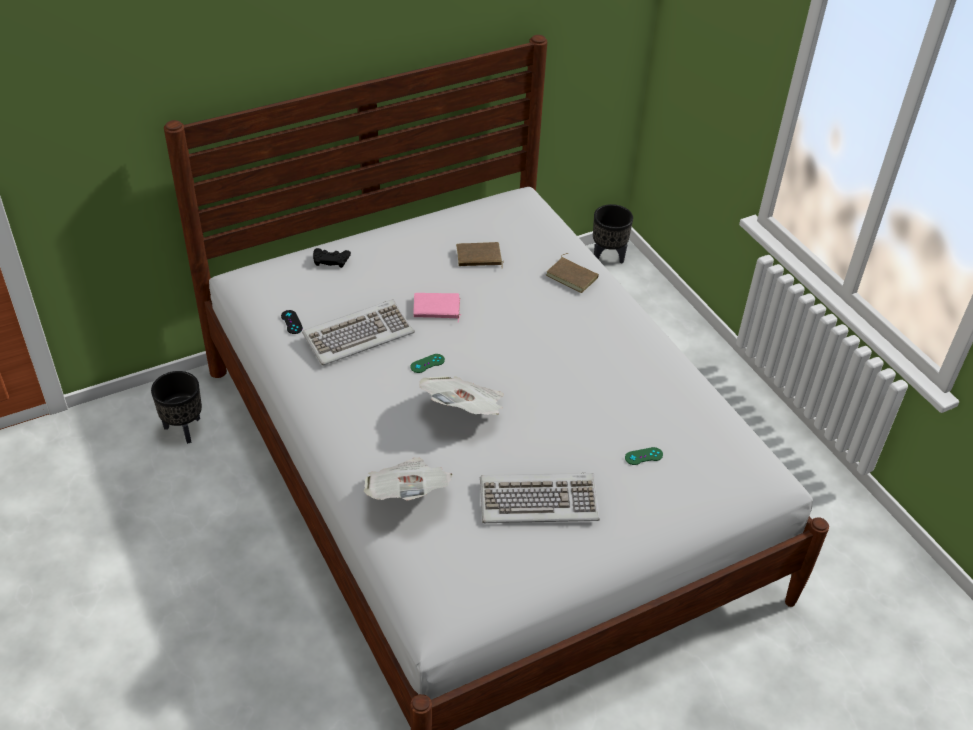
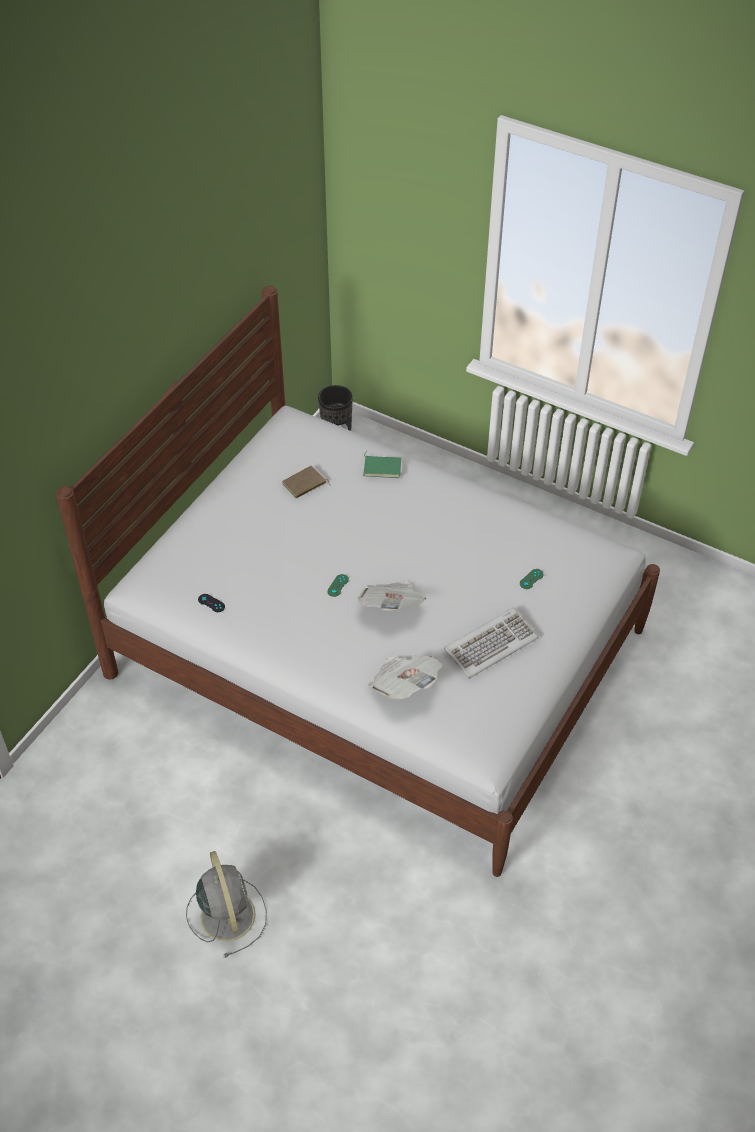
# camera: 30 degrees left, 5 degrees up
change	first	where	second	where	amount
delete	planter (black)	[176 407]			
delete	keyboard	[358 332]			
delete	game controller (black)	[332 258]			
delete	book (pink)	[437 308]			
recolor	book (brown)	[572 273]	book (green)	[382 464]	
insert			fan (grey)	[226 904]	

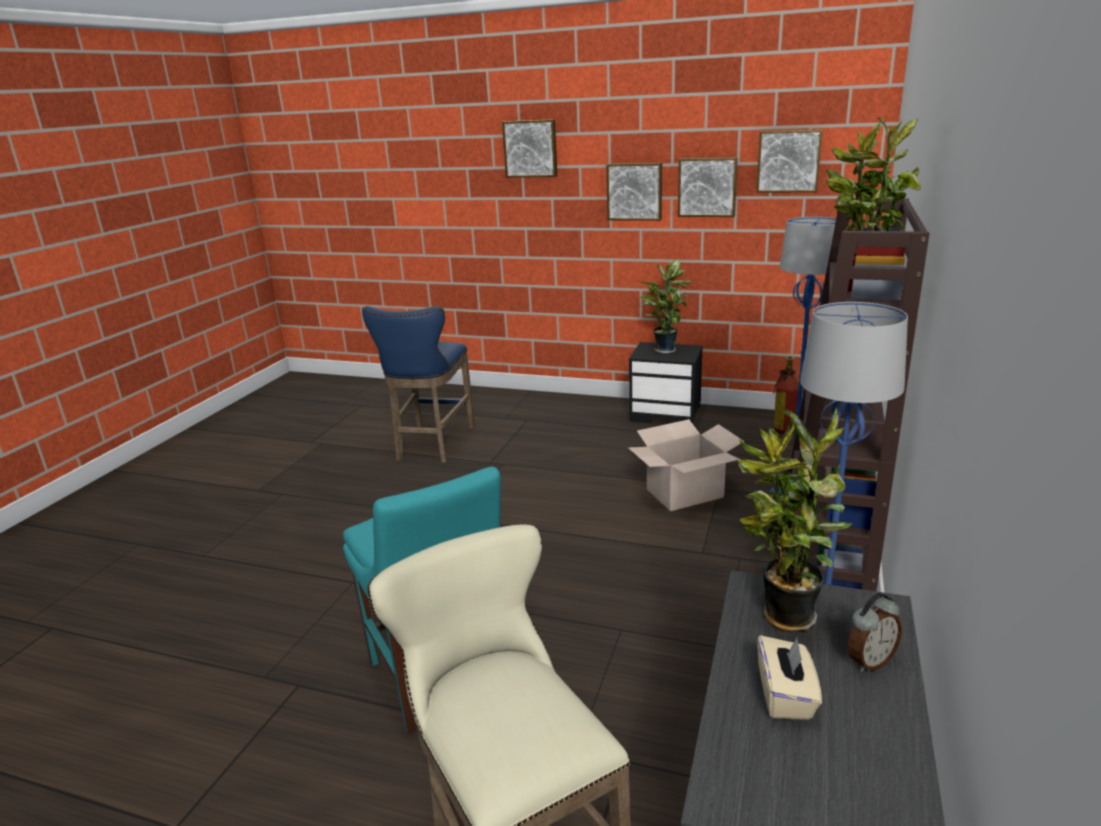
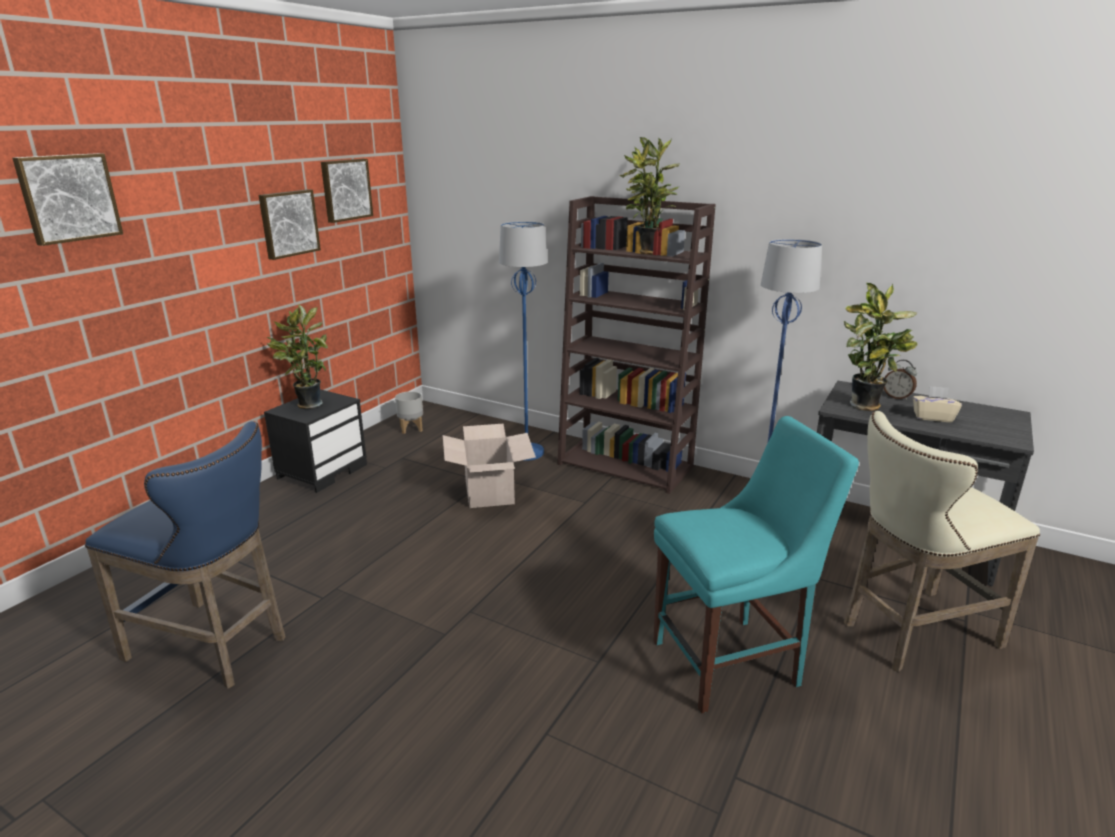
# camera: 80 degrees left, 0 degrees up
change	first	where	second	where	amount
delete	picture	[634 192]			
replace	fire extinguisher	[786 395]	planter (grey)	[409 412]	
rotate	alarm clock	[875 632]		[900 380]	150 degrees clockwise

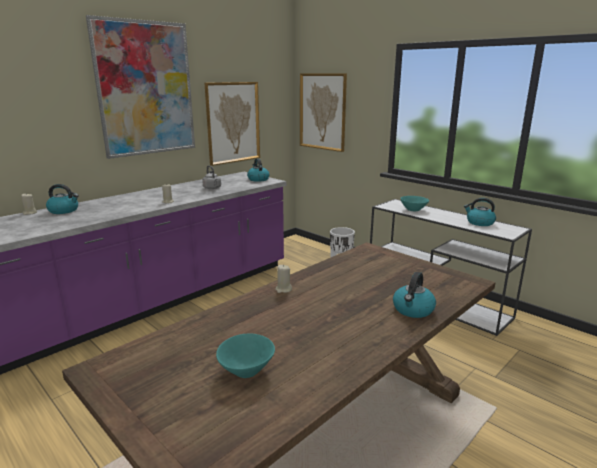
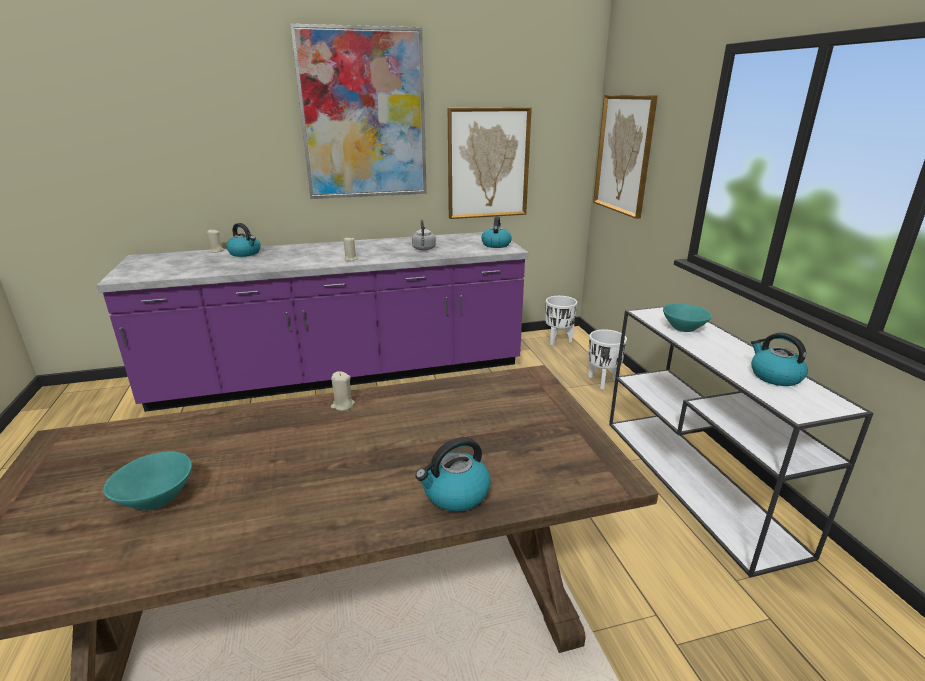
# camera: 30 degrees right, 5 degrees up
change	first	where	second	where	amount
insert			planter (white)	[561 320]	

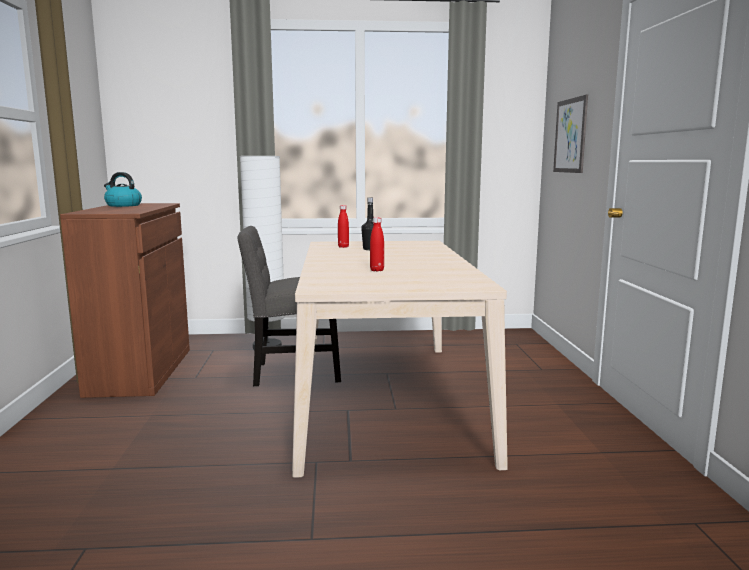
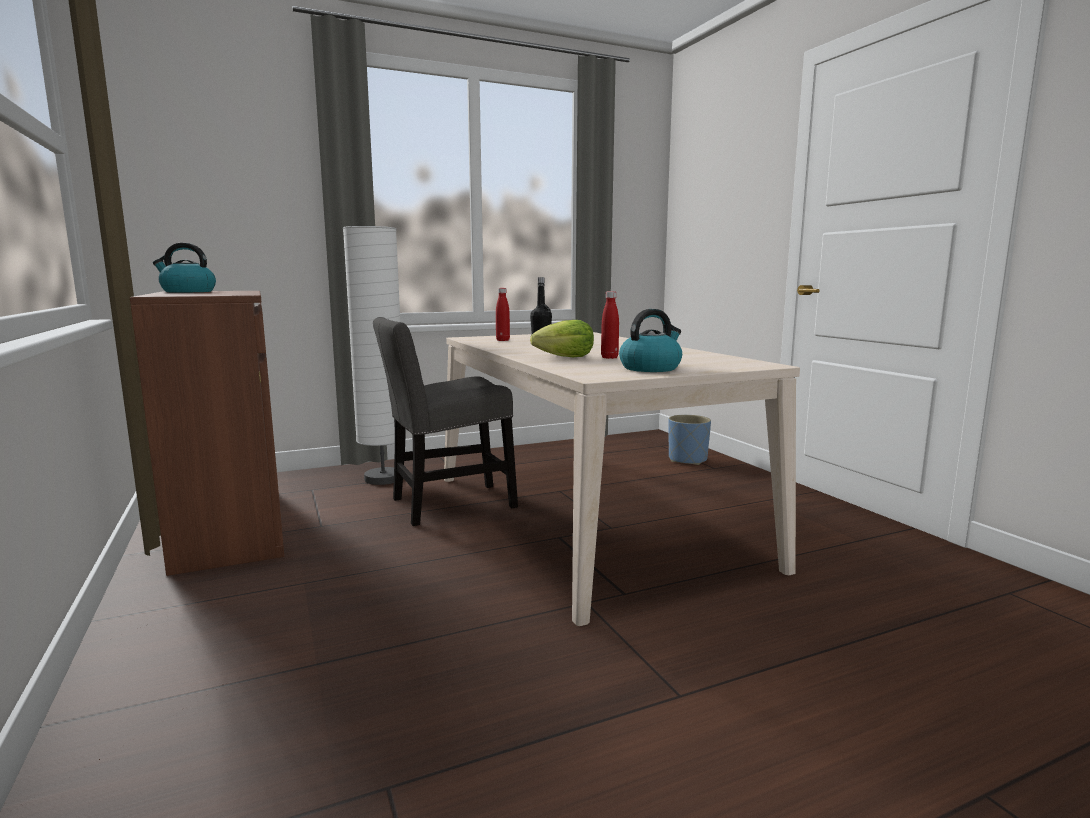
# camera: 20 degrees left, 0 degrees up
change	first	where	second	where	amount
delete	picture	[570 134]			
insert			lettuce	[562 338]	
insert			kettle	[650 340]	
insert			planter (blue)	[689 440]	

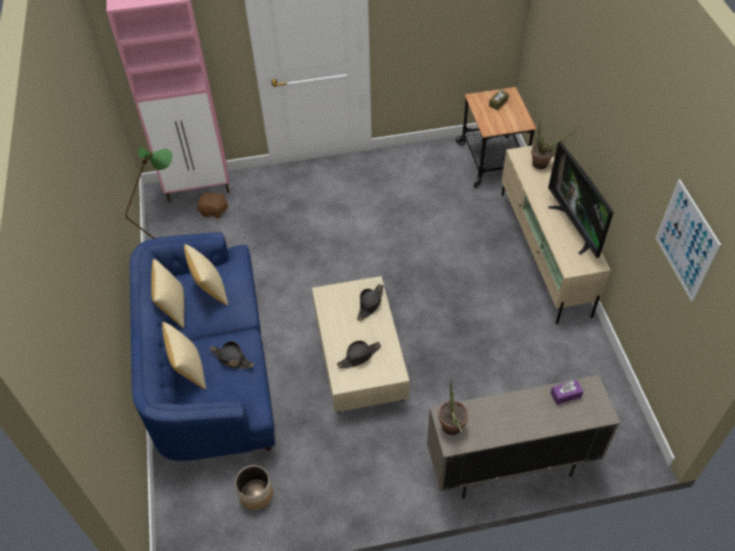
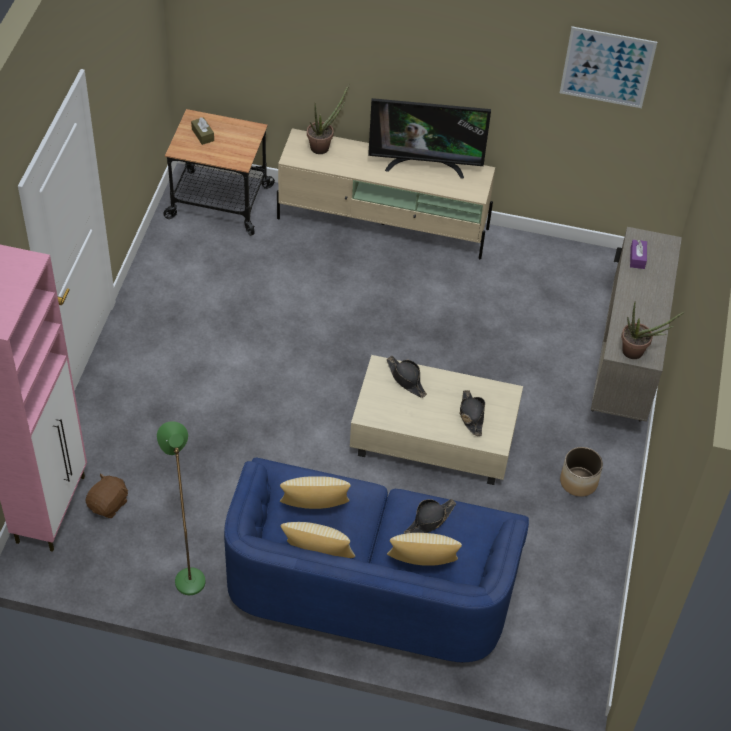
# camera: 70 degrees left, 0 degrees up
change	first	where	second	where	amount
move	planter	[254 487]		[581 472]	

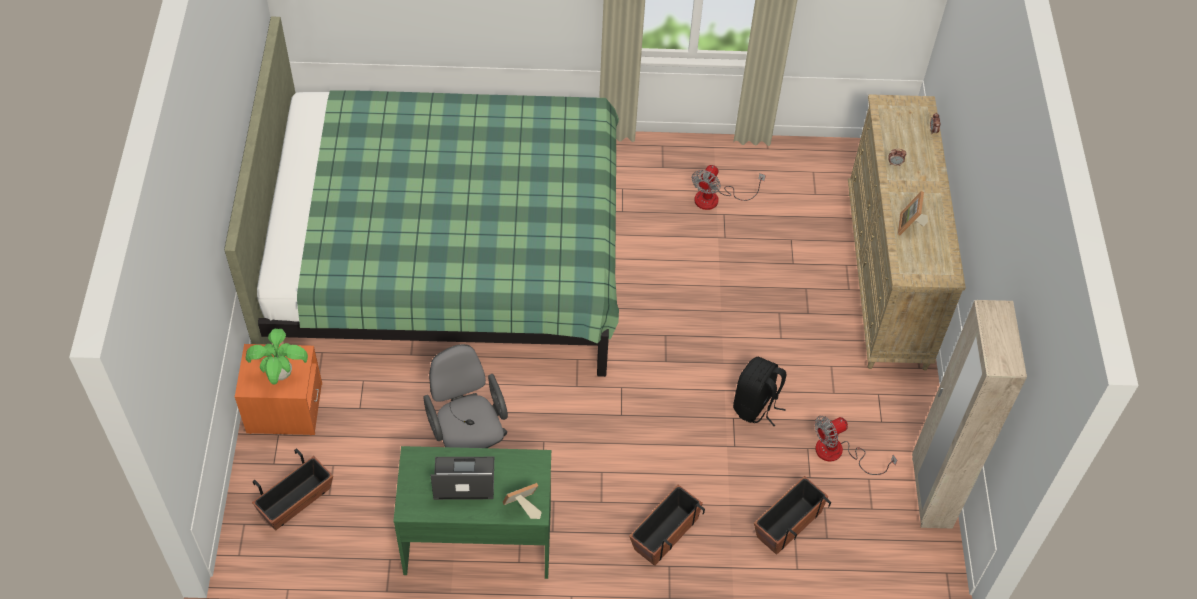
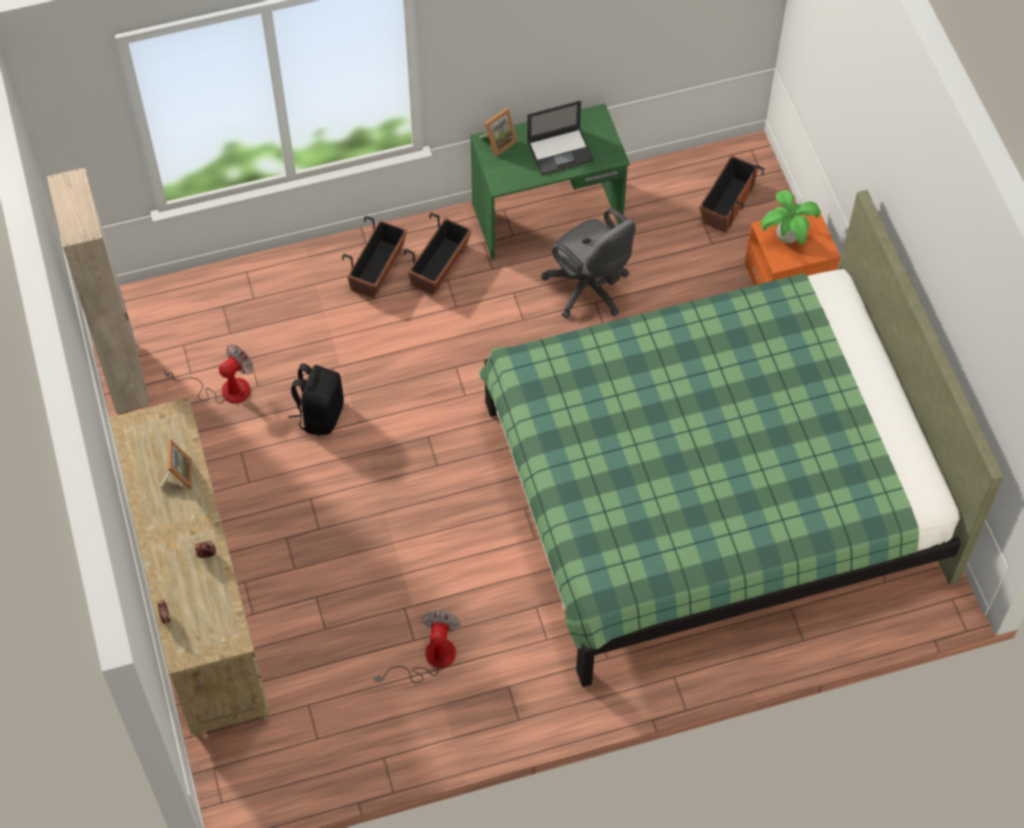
# camera: 165 degrees right, 5 degrees up
change	first	where	second	where	amount
move	planter	[792 515]		[438 253]	

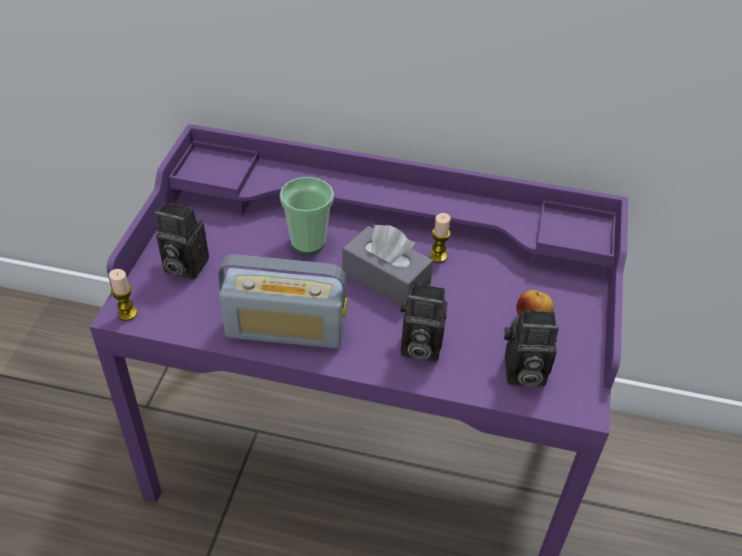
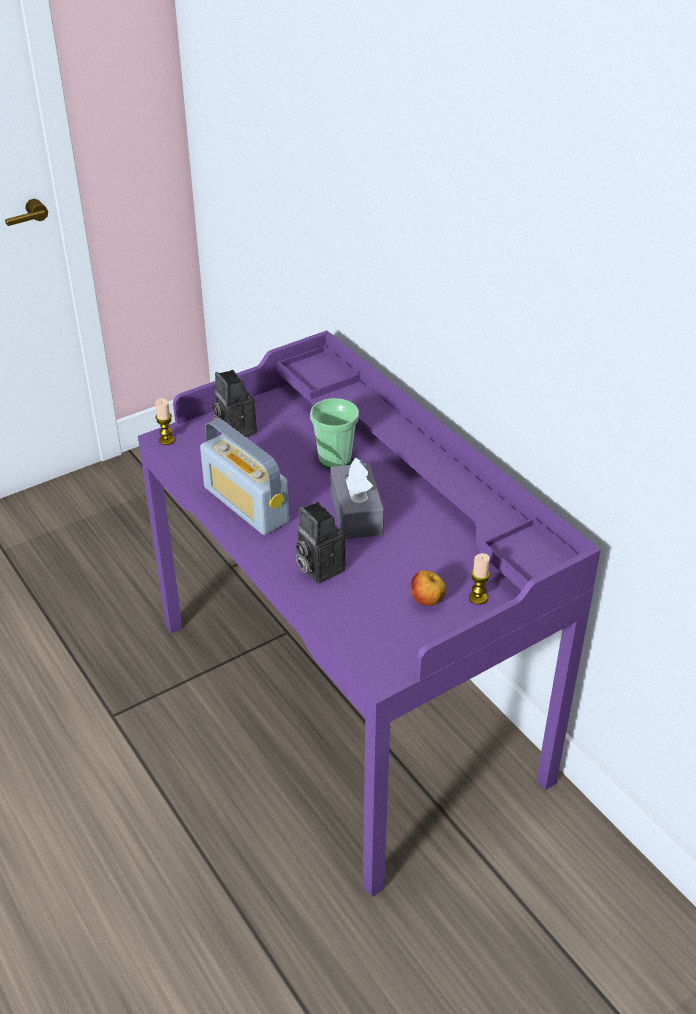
# camera: 45 degrees right, 5 degrees down
change	first	where	second	where	amount
move	candle	[440 238]		[479 579]	
delete	photo camera	[531 348]			

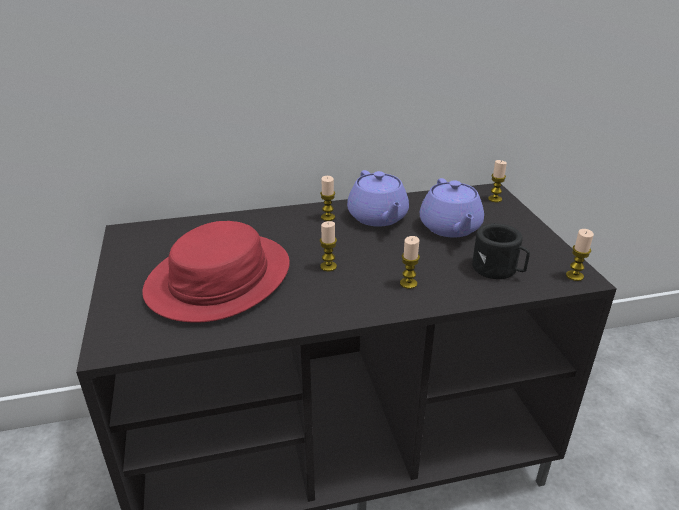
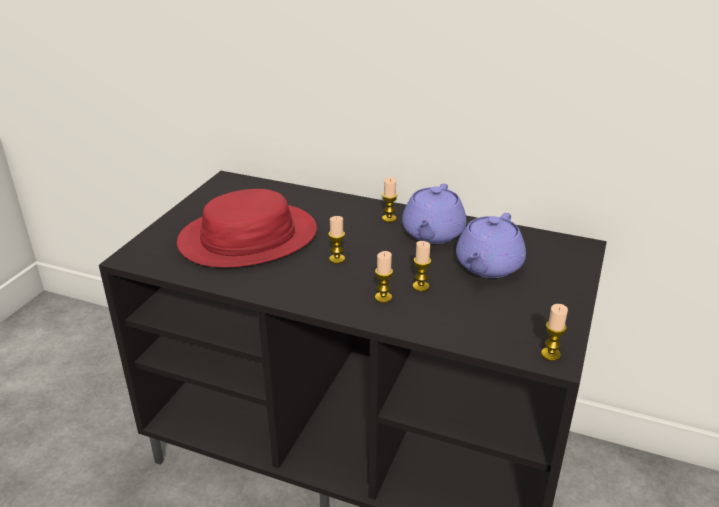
# camera: 35 degrees right, 0 degrees up
change	first	where	second	where	amount
delete	mug (black)	[501 251]			
move	candle	[497 181]		[421 266]	

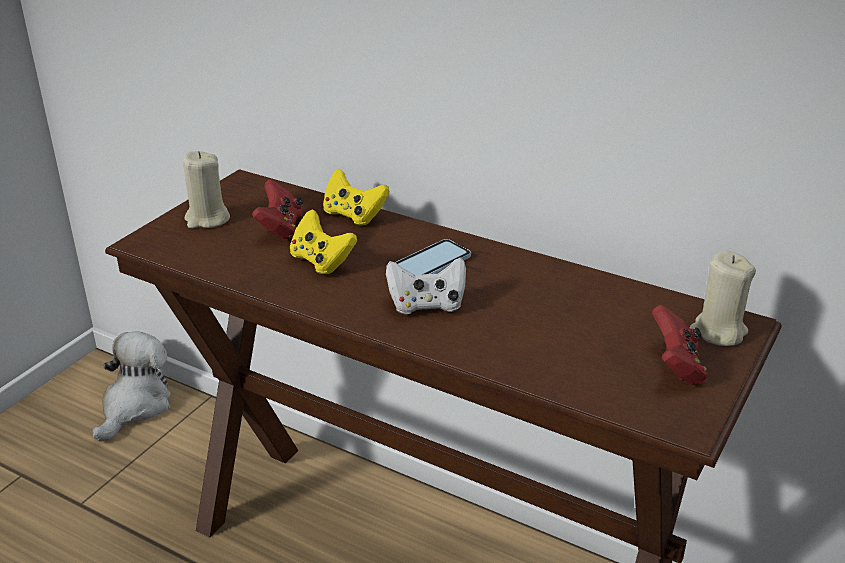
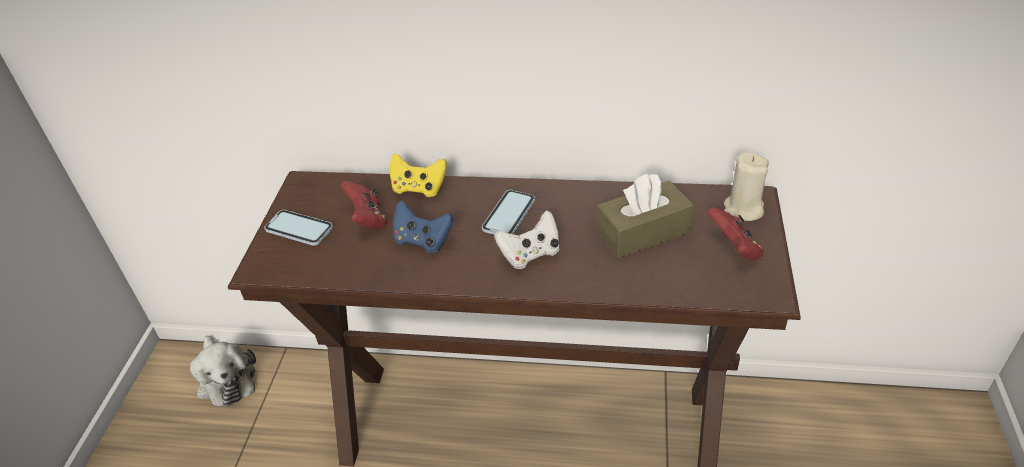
# camera: 20 degrees left, 10 degrees up
change	first	where	second	where	amount
rotate	plush toy	[131 387]		[223 371]	150 degrees clockwise
replace	candle (beige)	[206 190]	phone	[298 228]	
recolor	game controller (yellow)	[323 241]	game controller (blue)	[423 226]	
insert			tissue box (brown)	[645 216]	

